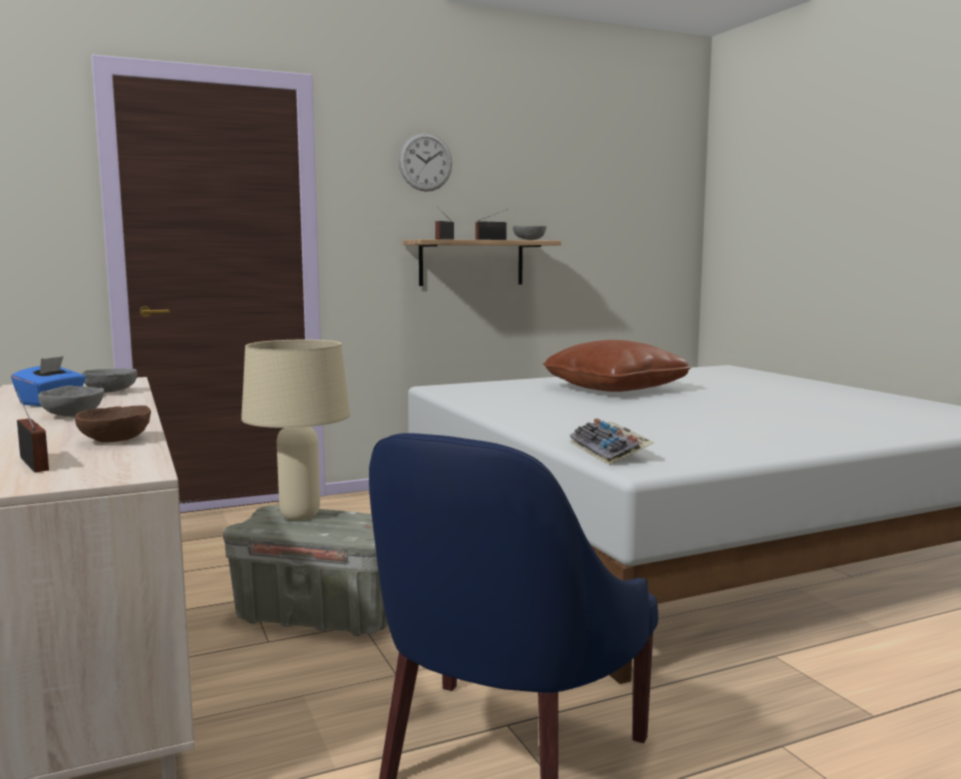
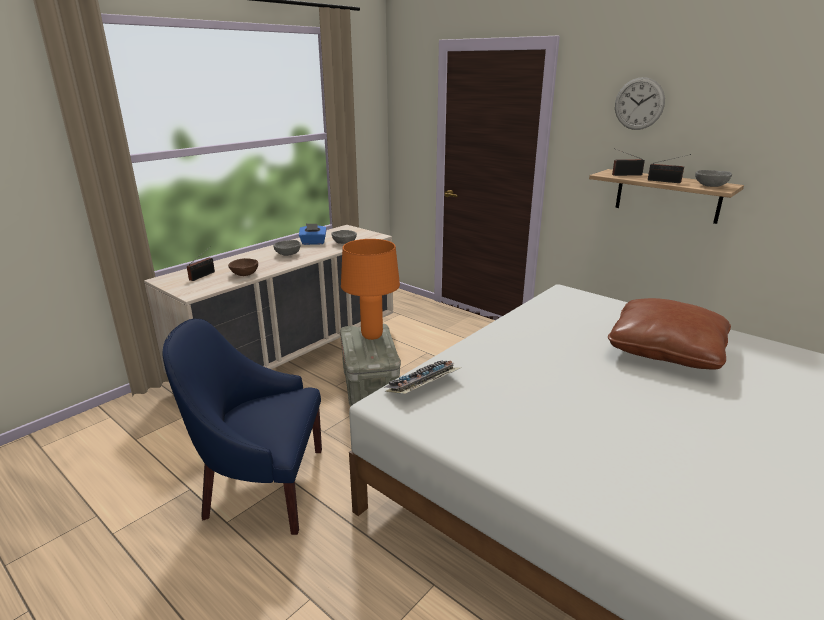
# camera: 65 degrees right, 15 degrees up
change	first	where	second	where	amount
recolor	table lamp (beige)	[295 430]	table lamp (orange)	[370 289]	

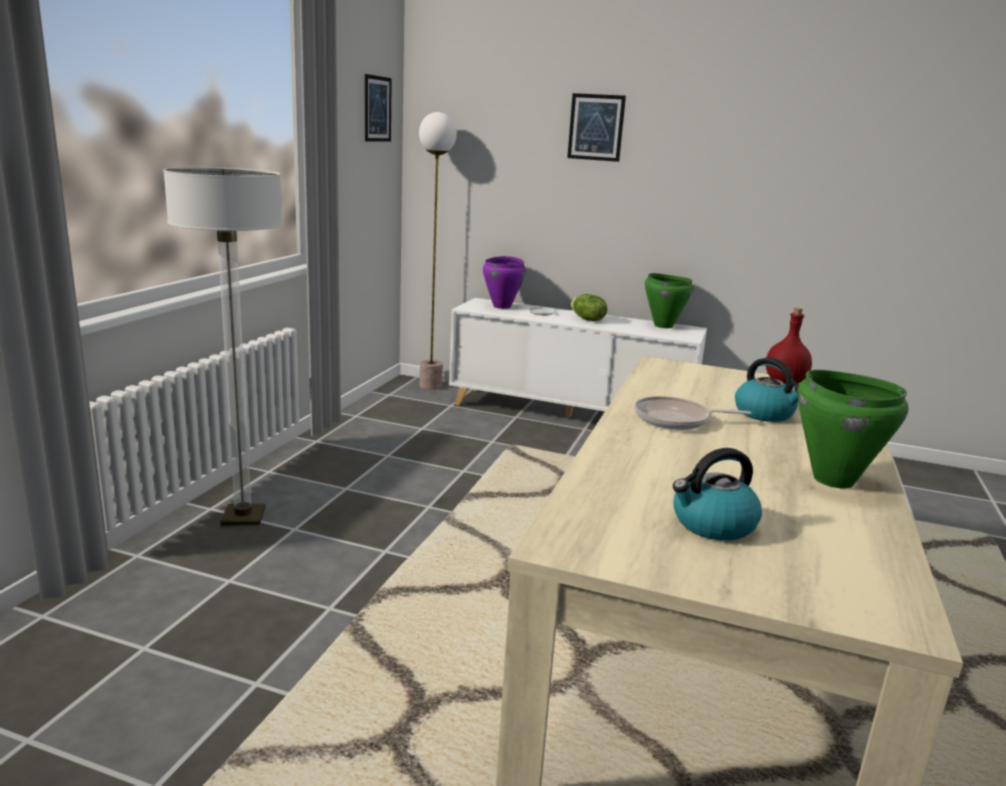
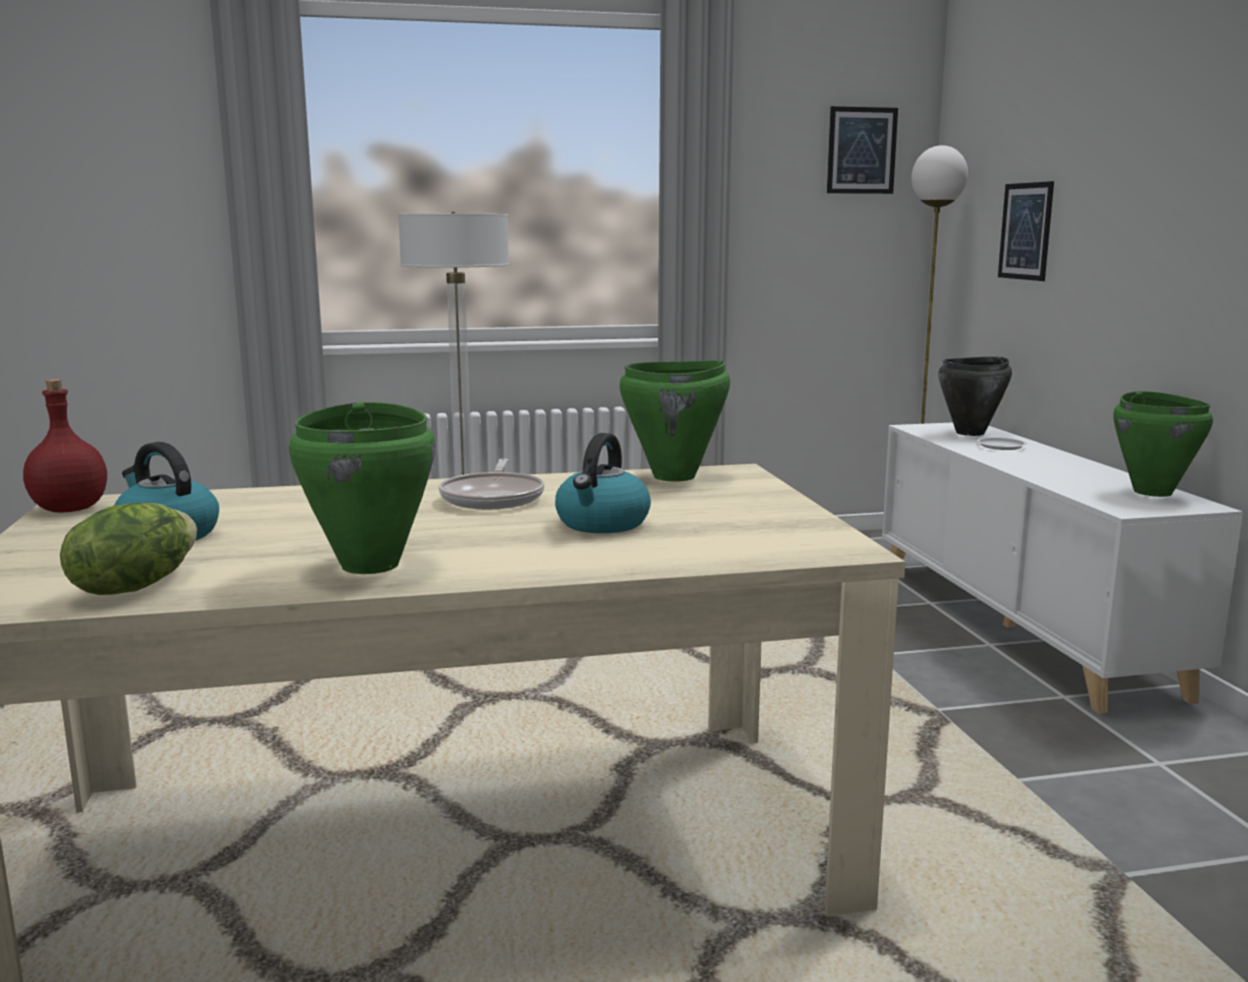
# camera: 60 degrees right, 5 degrees down
change	first	where	second	where	amount
recolor	cooking pot (purple)	[504 282]	cooking pot (black)	[975 396]	
move	picture	[596 127]		[1026 231]	
move	lettuce	[589 307]		[128 549]	
rotate	frying pan	[692 413]		[492 484]	150 degrees counterclockwise
move	bottle (red)	[789 346]		[65 446]	
insert			cooking pot (green)	[674 421]	

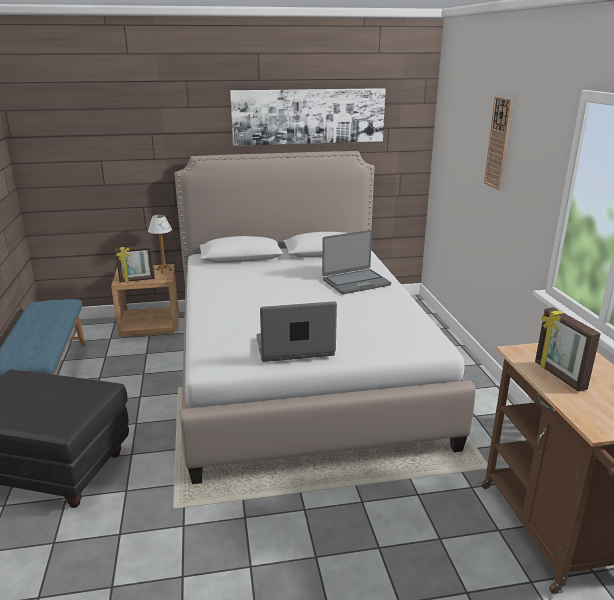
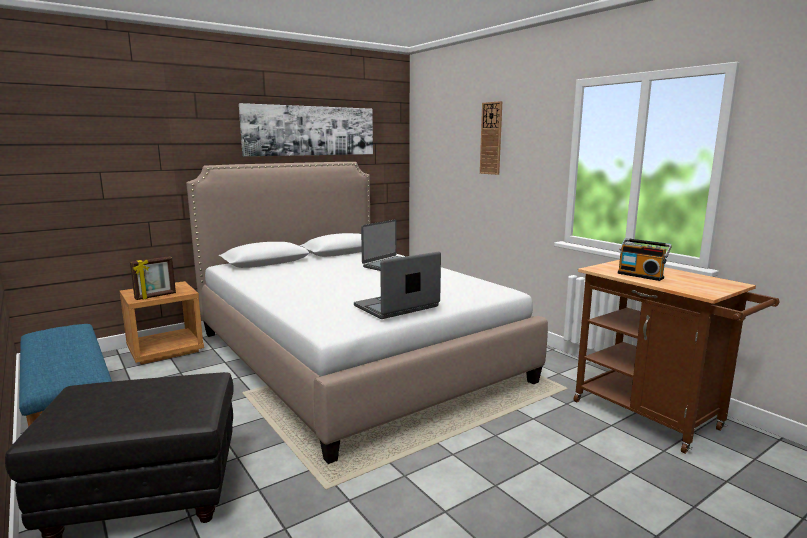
# camera: 25 degrees left, 10 degrees down
change	first	where	second	where	amount
delete	table lamp	[160 243]			
replace	picture frame	[568 349]	radio	[645 259]	

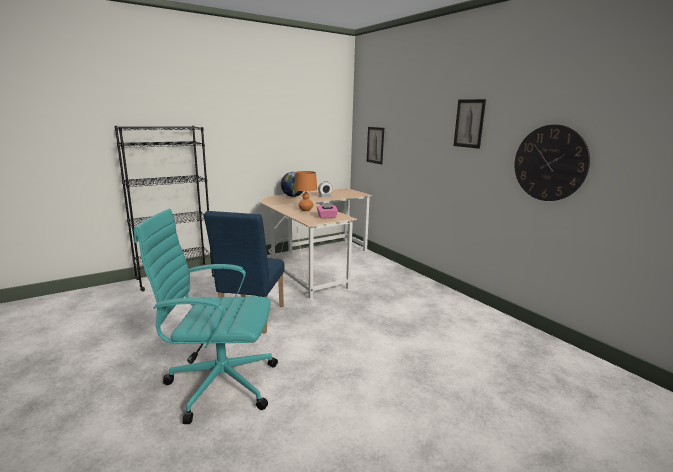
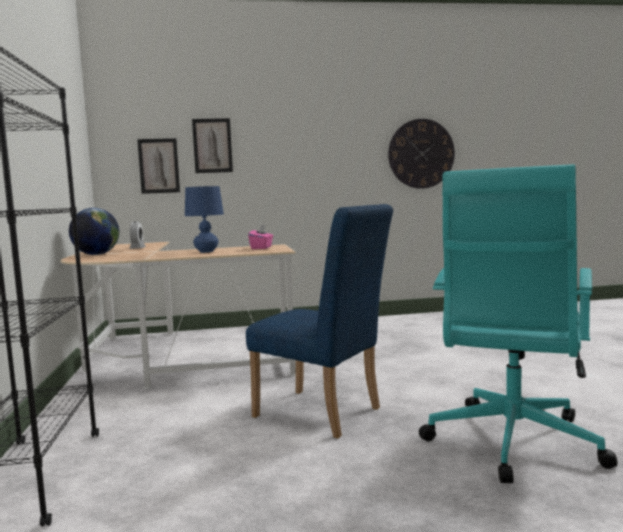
# camera: 65 degrees left, 10 degrees down
change	first	where	second	where	amount
recolor	table lamp (orange)	[305 191]	table lamp (blue)	[204 219]	
move	picture	[469 124]		[212 145]	

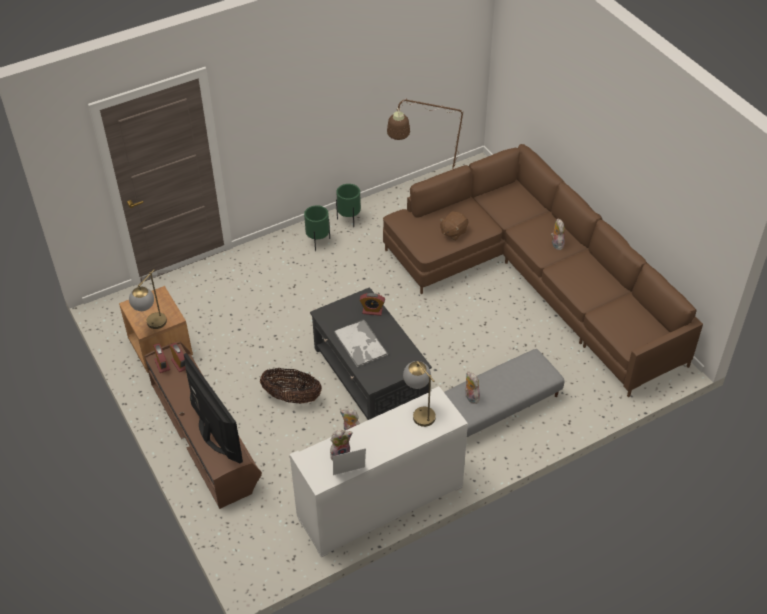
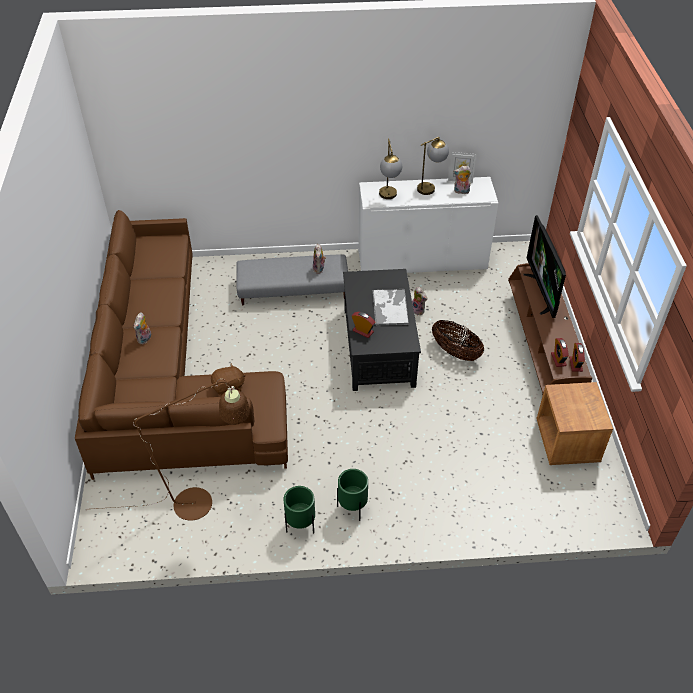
# camera: 155 degrees left, 0 degrees up
change	first	where	second	where	amount
move	table lamp	[148 299]		[433 166]	

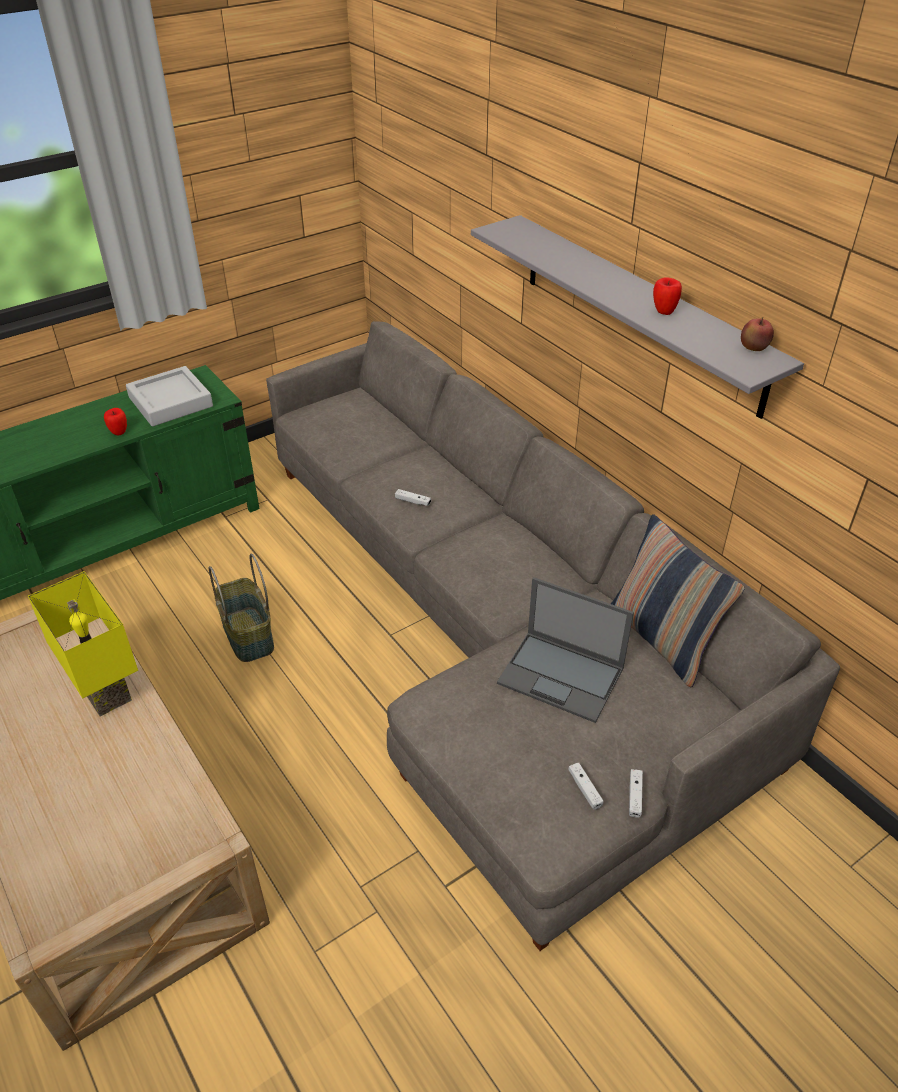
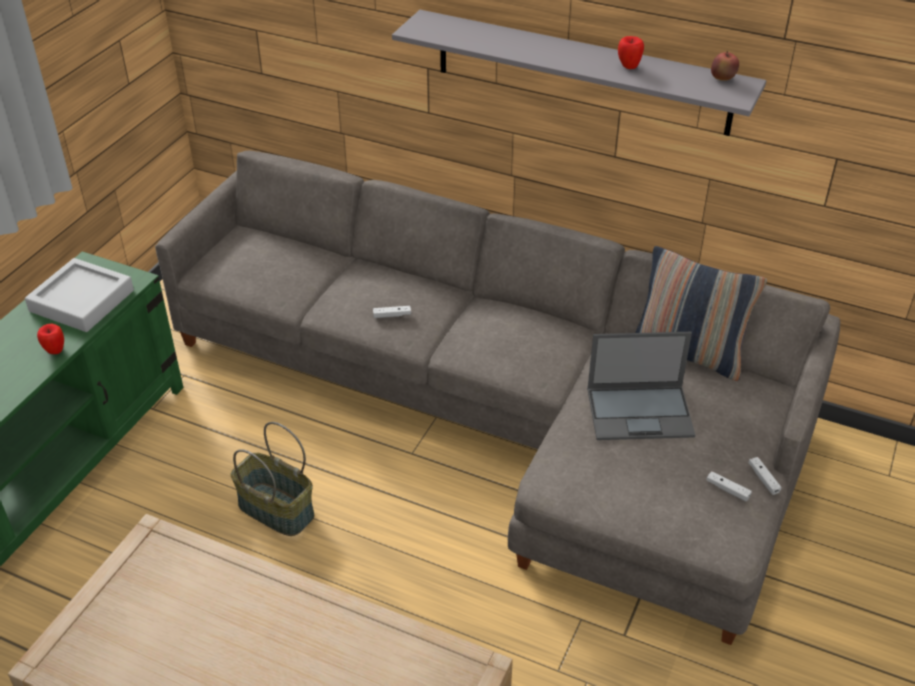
# camera: 30 degrees left, 0 degrees up
change	first	where	second	where	amount
delete	table lamp (yellow)	[83 644]			

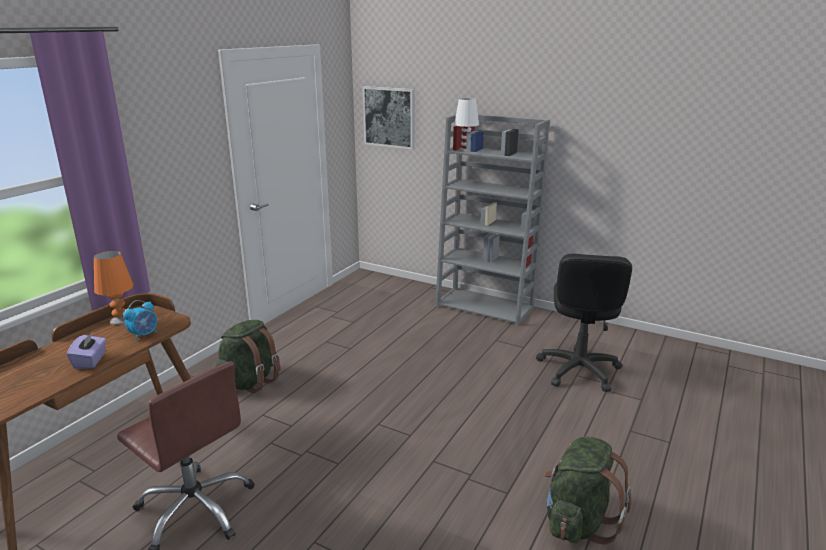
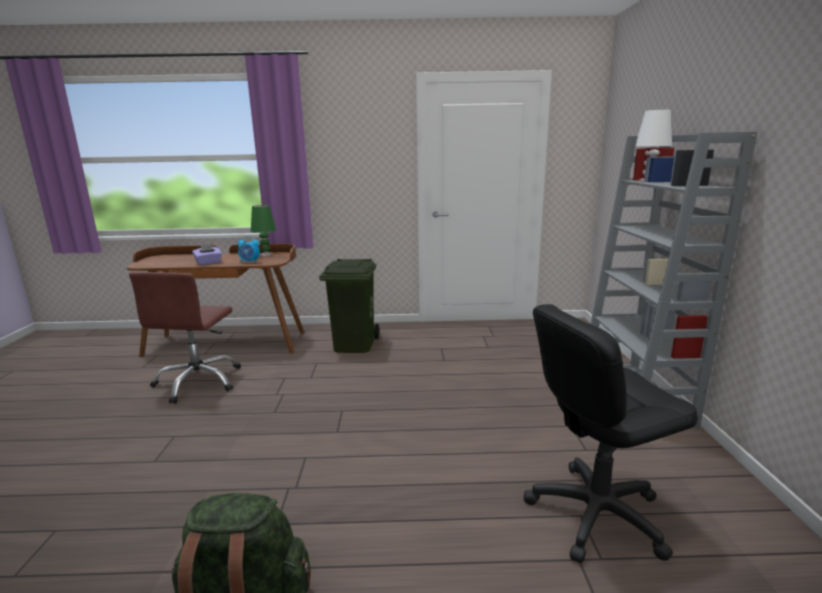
# camera: 60 degrees right, 5 degrees down
change	first	where	second	where	amount
recolor	table lamp (orange)	[114 288]	table lamp (green)	[263 230]	
replace	backpack (green)	[247 356]	trash can (green)	[349 306]	
delete	picture	[388 117]			

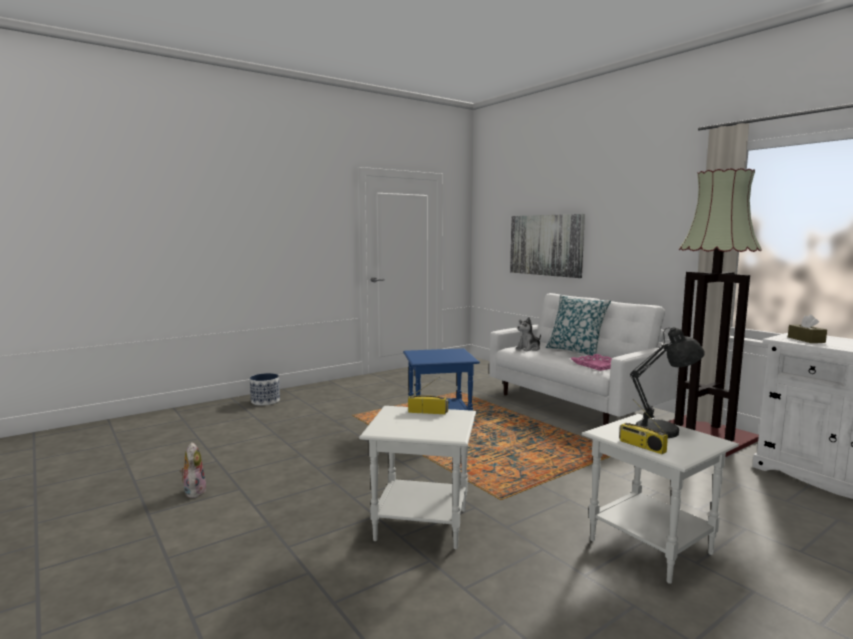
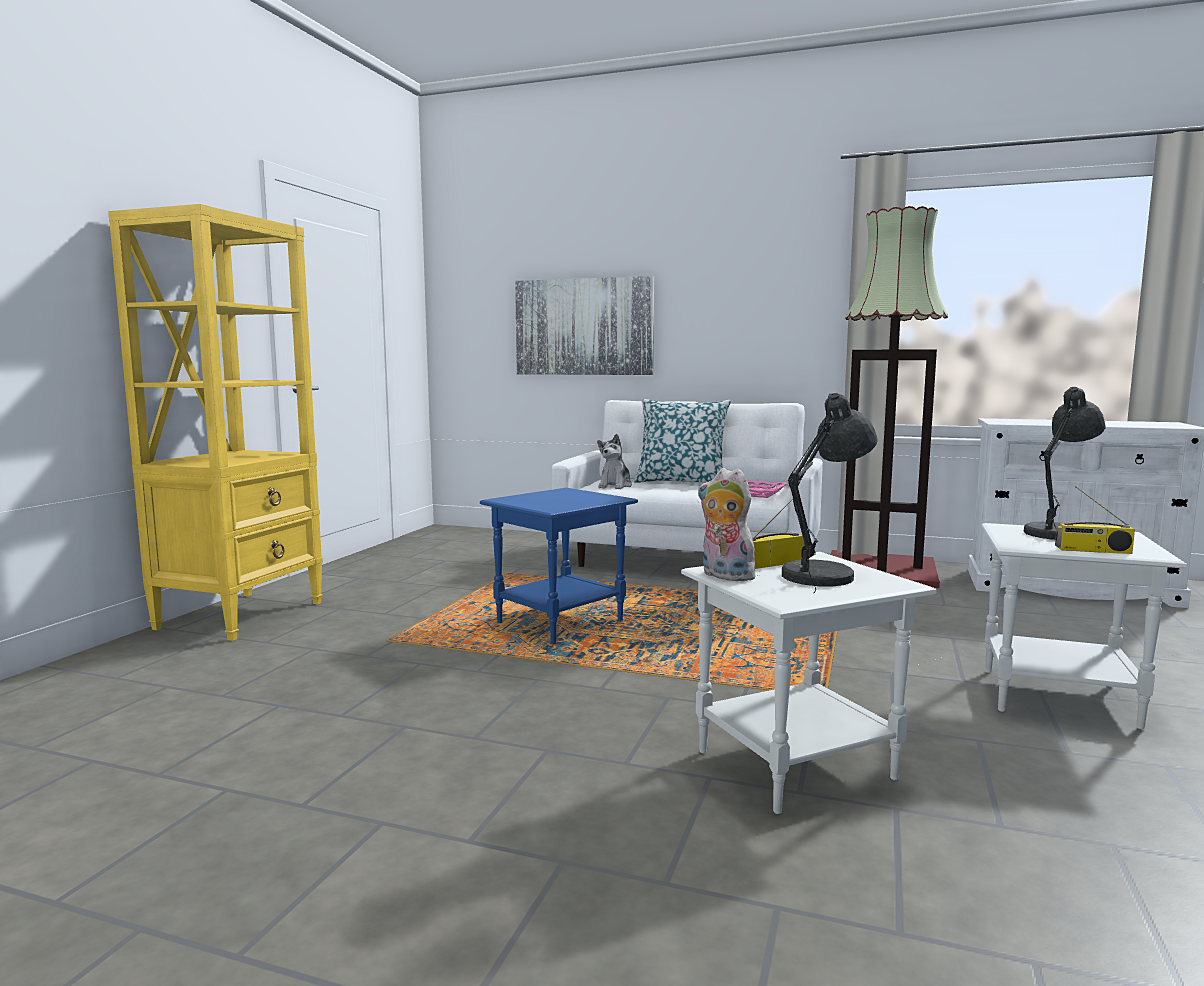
# camera: 35 degrees left, 0 degrees up
change	first	where	second	where	amount
move	plush toy	[192 470]		[730 524]	
delete	planter	[265 389]			
delete	tissue box (brown)	[807 328]			
insert			bookcase (yellow)	[215 422]	
insert			table lamp (grey)	[830 493]	

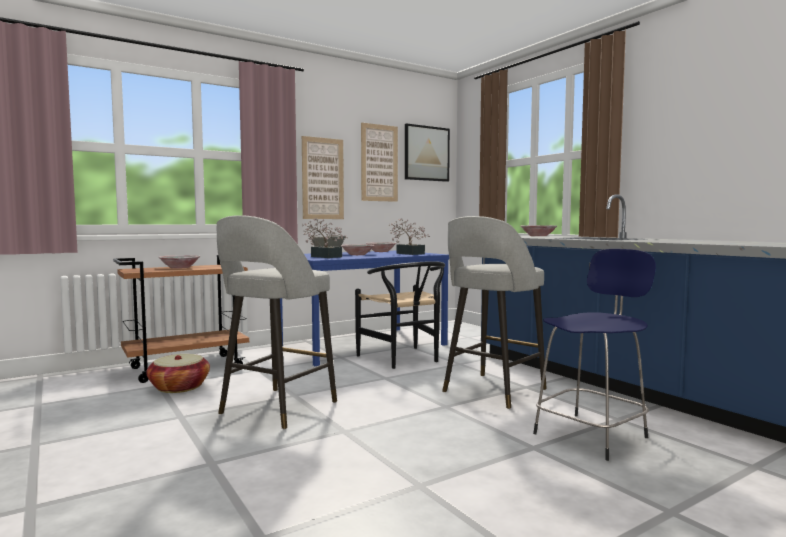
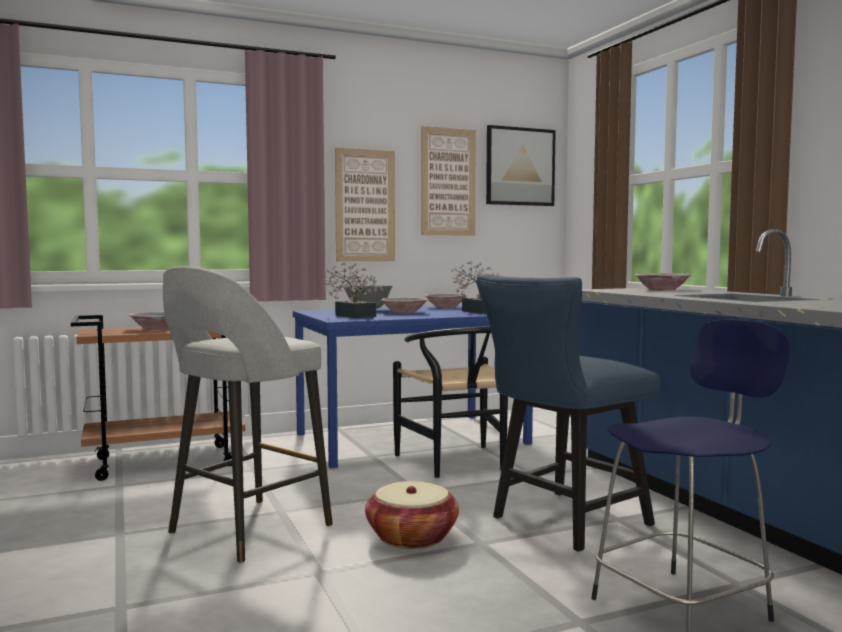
# camera: 10 degrees right, 0 degrees up
change	first	where	second	where	amount
move	basket	[178 373]		[412 515]	
replace	stool (grey)	[494 312]	chair (blue)	[568 413]	

